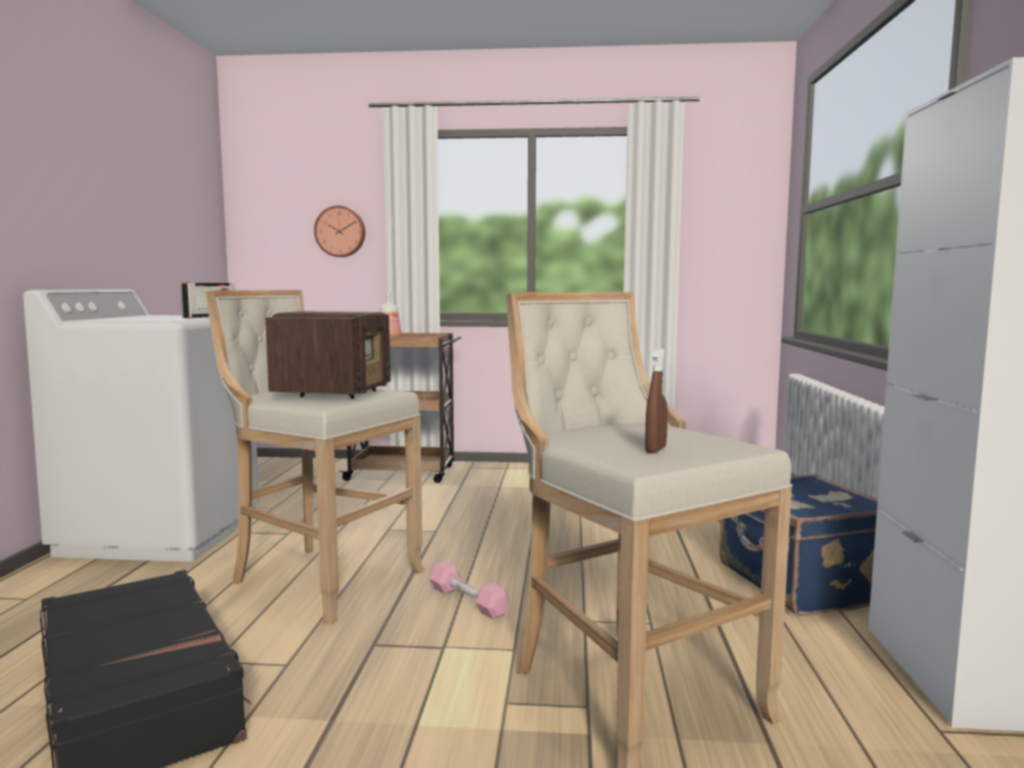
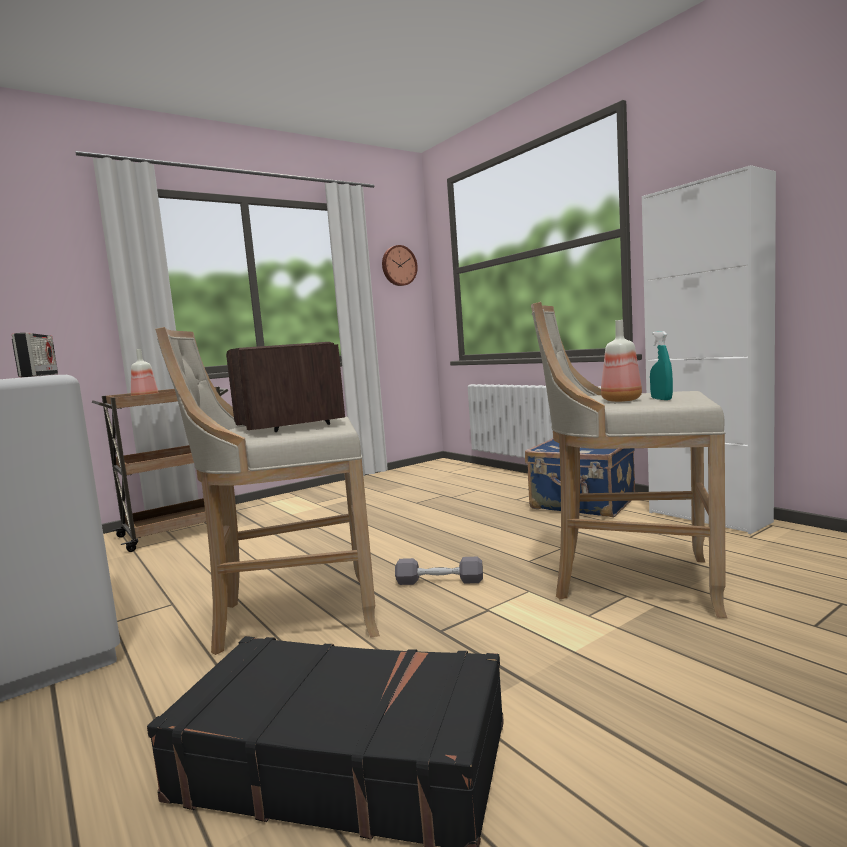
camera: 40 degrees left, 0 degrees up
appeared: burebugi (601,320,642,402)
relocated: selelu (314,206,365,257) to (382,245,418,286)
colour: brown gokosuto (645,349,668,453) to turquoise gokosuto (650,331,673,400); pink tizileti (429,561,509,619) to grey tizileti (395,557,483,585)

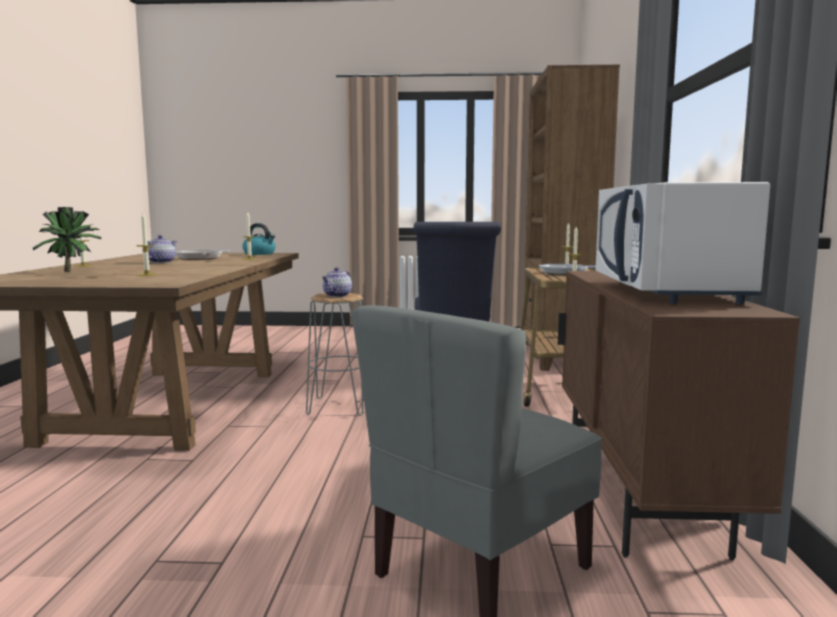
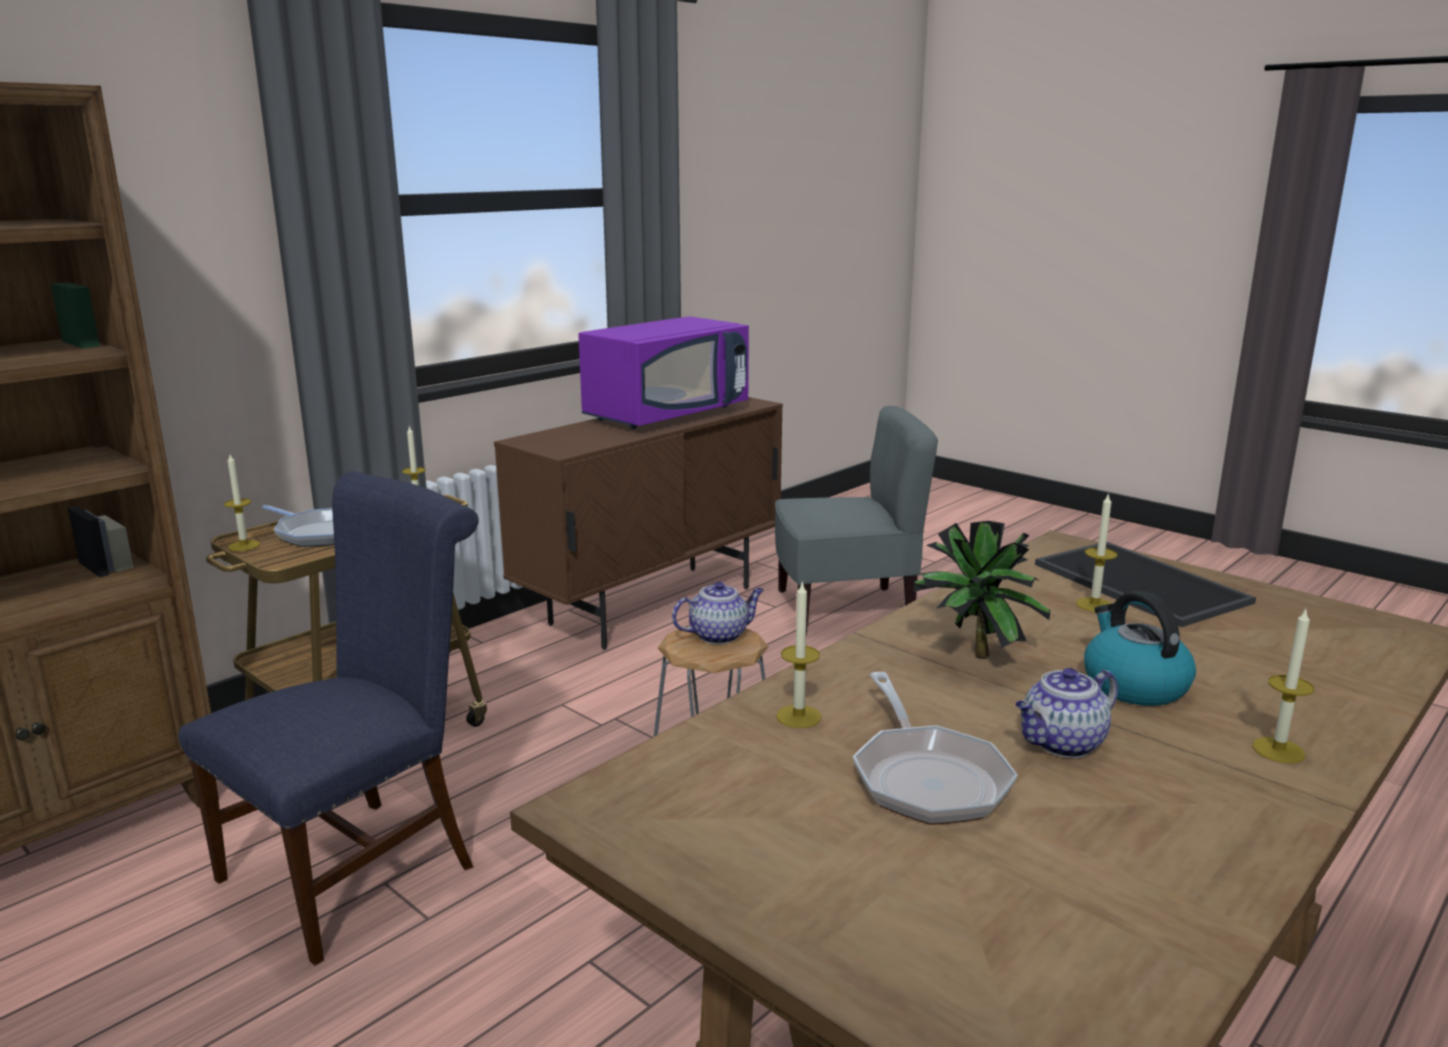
camera: 140 degrees left, 10 degrees up
appeared: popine (1035,542,1256,627)
relocated: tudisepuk (33,207,102,272) to (914,521,1050,659); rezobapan (242,223,276,255) to (1084,590,1196,706)
colour: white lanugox (596,182,770,304) to purple lanugox (578,316,749,429)

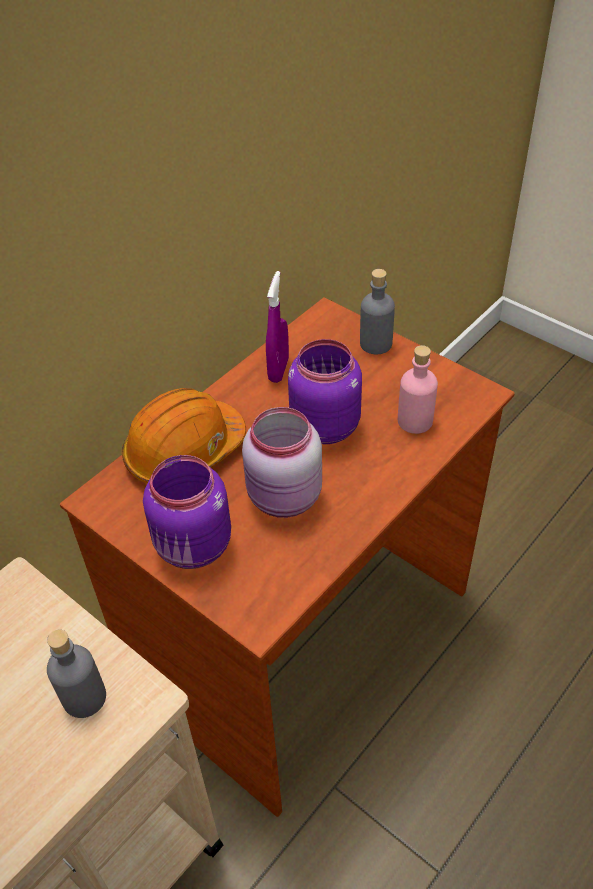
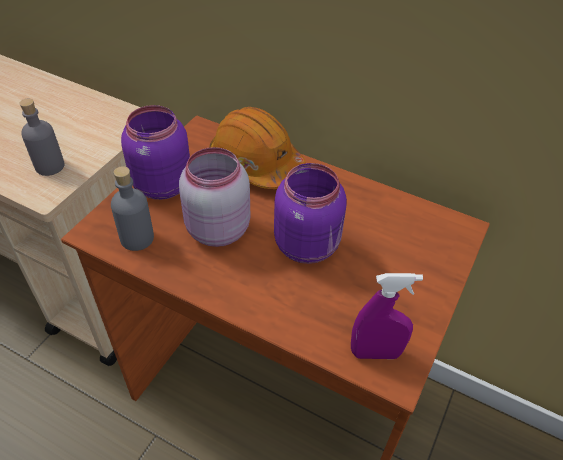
camera: 75 degrees right, 0 degrees up
missing: pink burebugi (398,345,438,434)
relocated: grey burebugi (360,269,395,354) to (111,166,154,251); purple gokosuto (266,271,289,383) to (351,273,423,359)

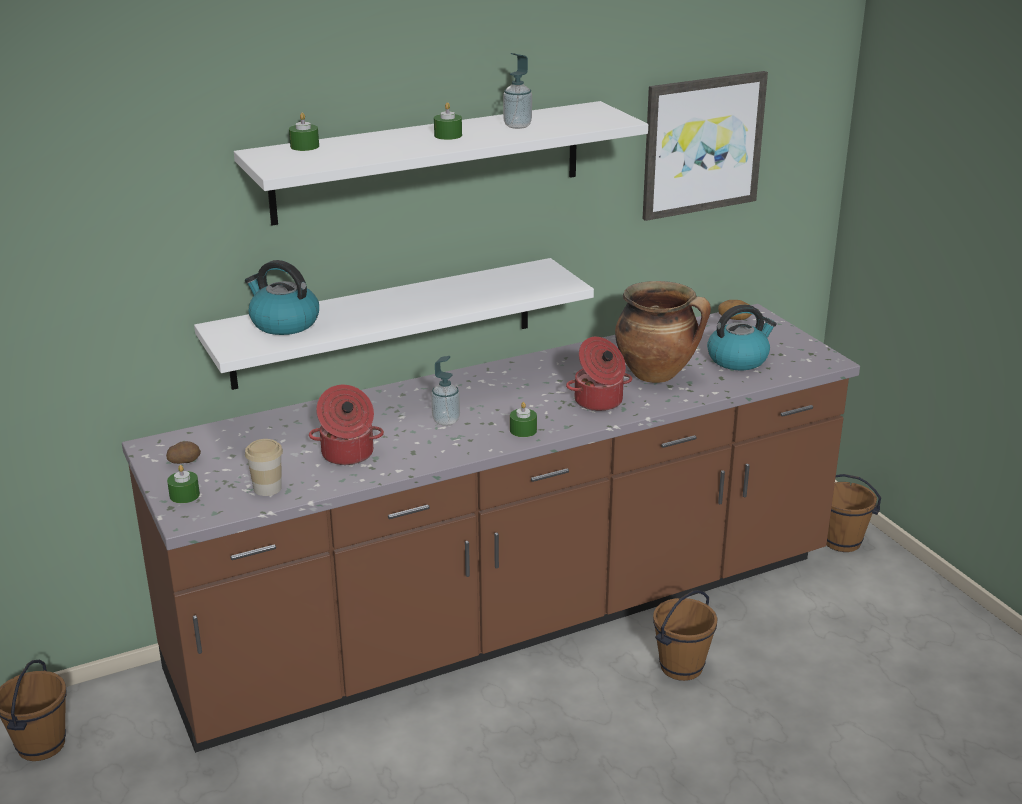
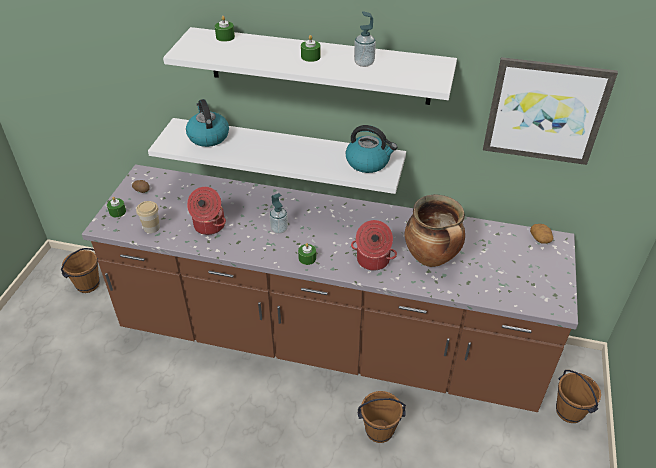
camera: 40 degrees right, 15 degrees up
relocated: rezobapan (707,305,777,370) to (345,125,397,173)

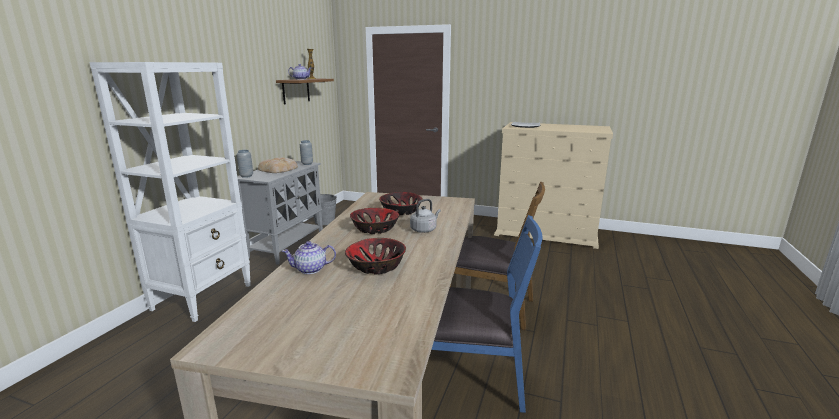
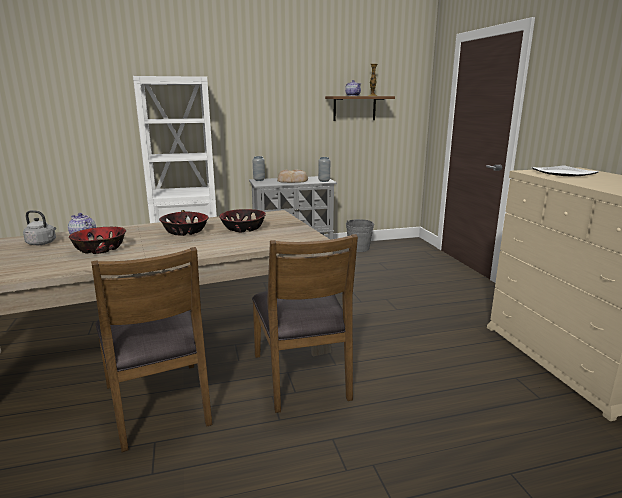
camera: 55 degrees right, 0 degrees up
relocated: grey rezobapan (410,199,441,233) to (23,210,56,245)
colour: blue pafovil (431,215,543,413) to brown pafovil (91,247,212,452)

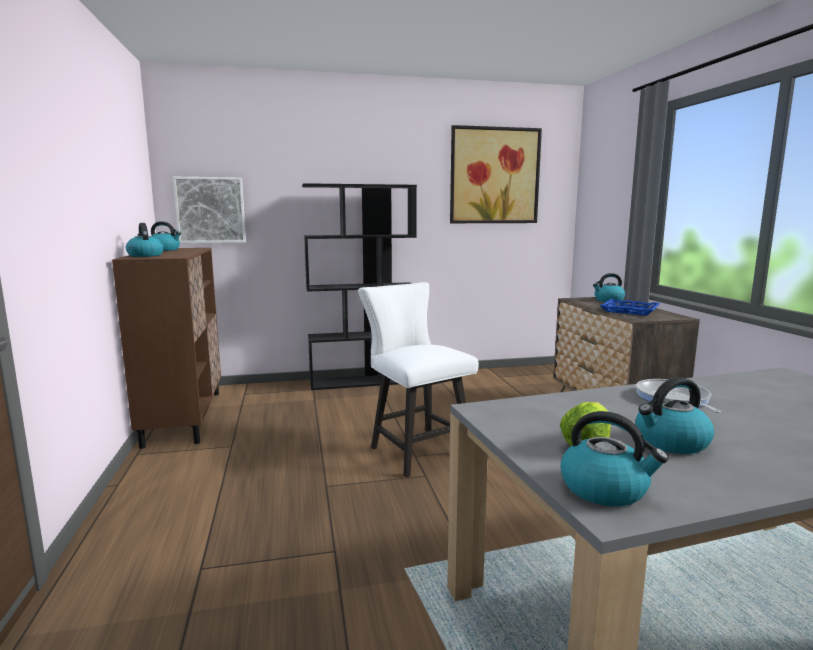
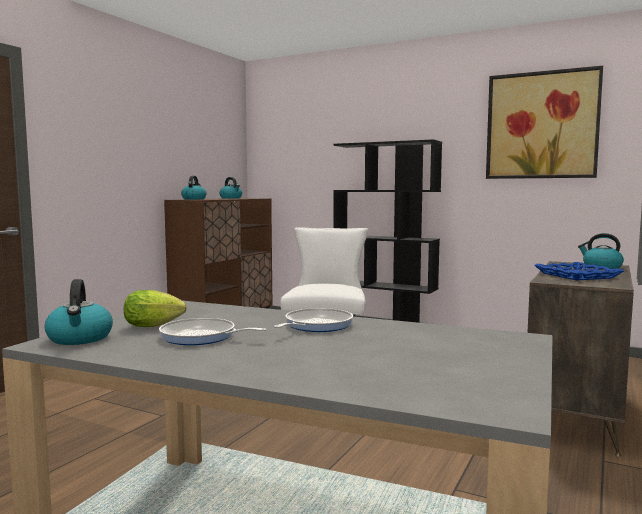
camera: 40 degrees right, 5 degrees down
missing: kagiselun (173,177,246,243)
exchanged: rezobapan (635,377,714,454) to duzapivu (159,318,267,345)

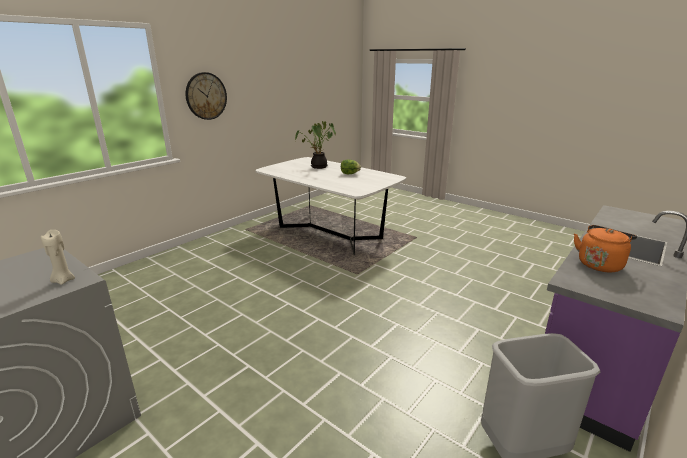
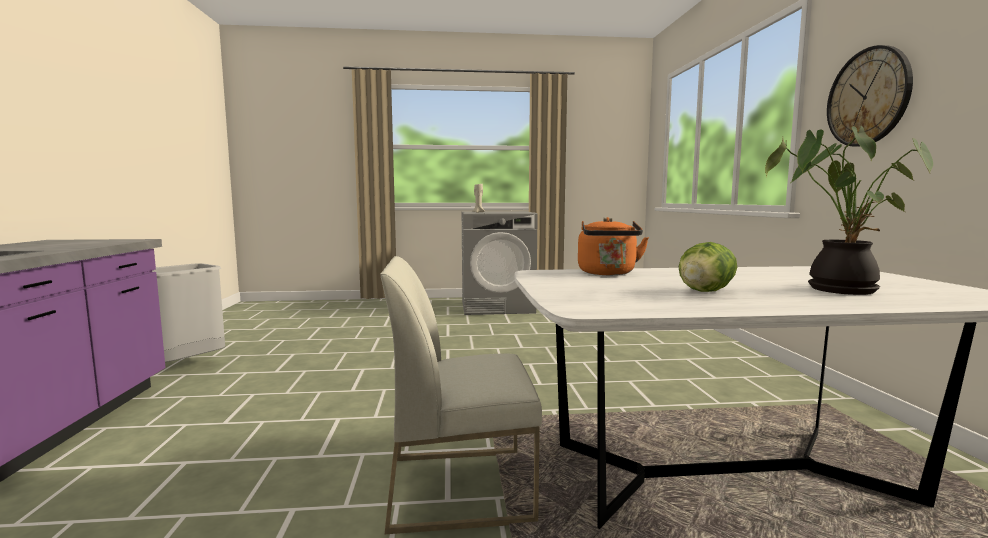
camera: 135 degrees right, 15 degrees down
appeared: white pafovil (380,256,542,534)
relocated: orange rezobapan (574,225,637,273) to (578,217,649,275)

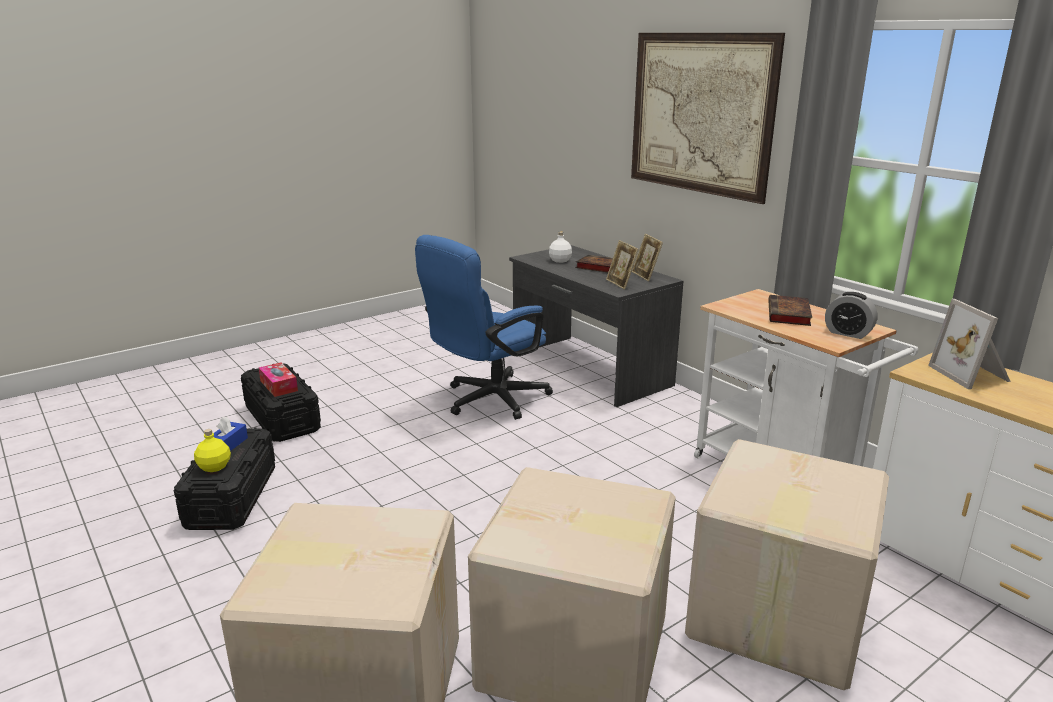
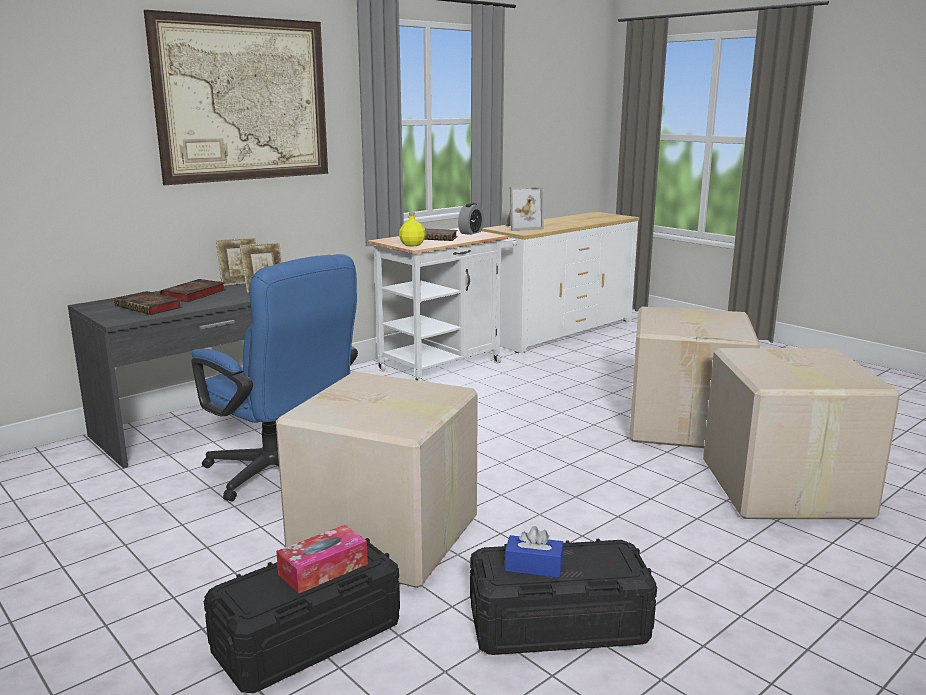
camera: 95 degrees left, 5 degrees down
relocated: yellow burebugi (194,429,231,472) to (399,212,426,246); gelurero (685,439,889,690) to (276,372,478,588)
exchanged: white burebugi (549,232,572,263) to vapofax (114,291,183,315)

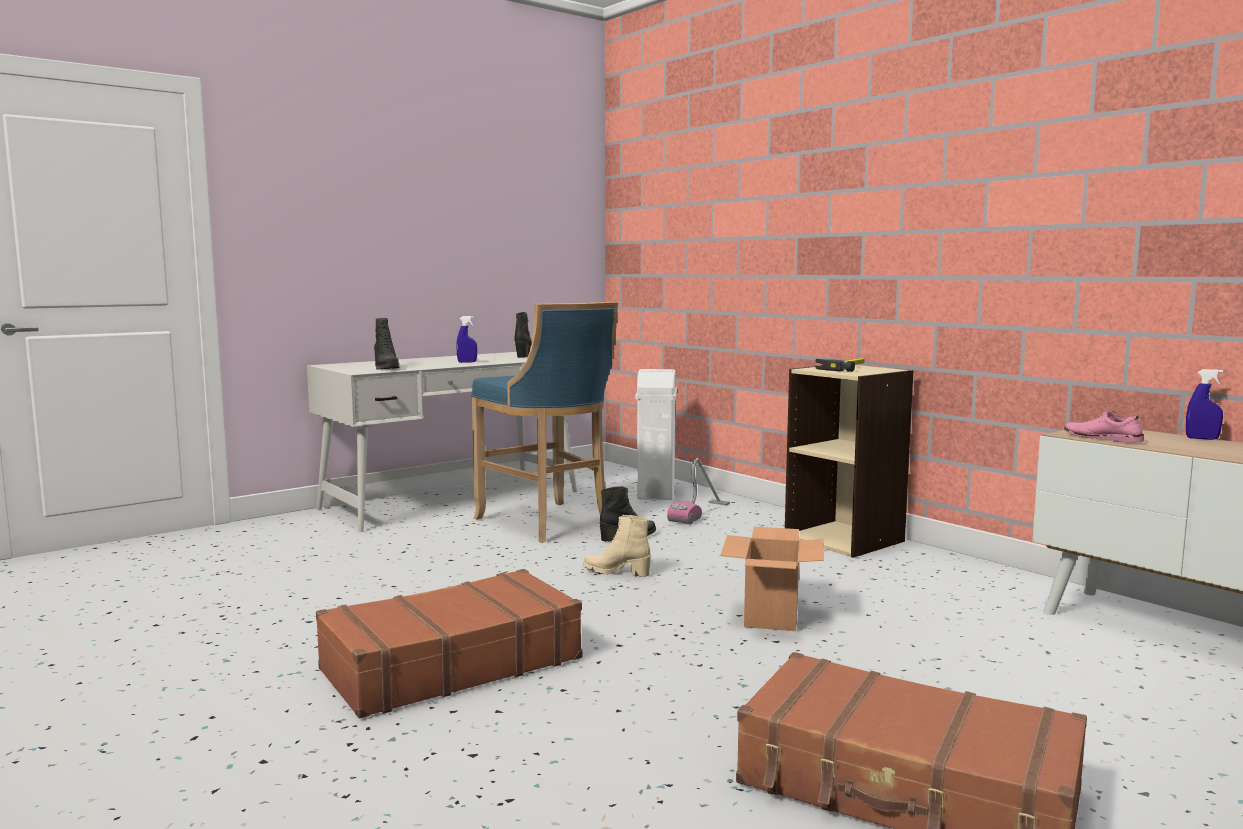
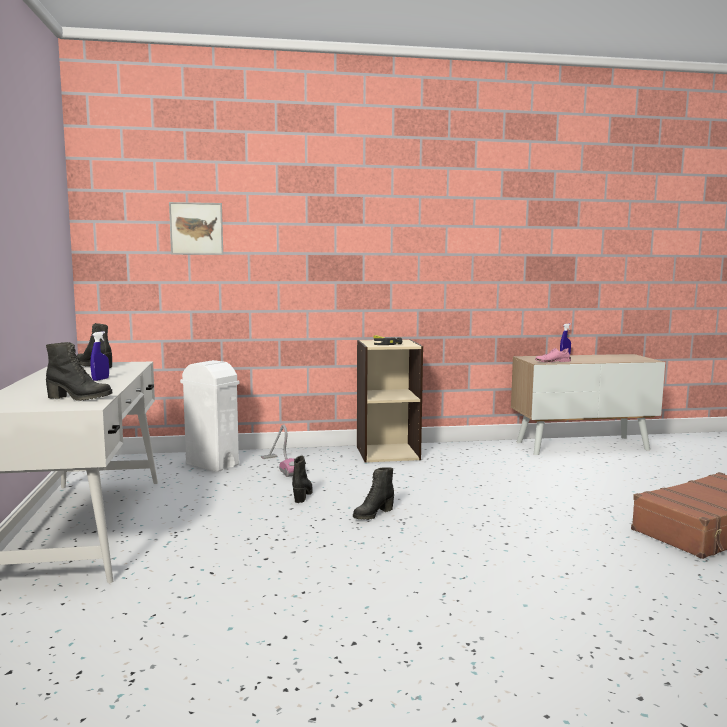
camera: 60 degrees left, 0 degrees up
missing: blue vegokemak (472,302,618,543); gelurero (720,527,824,631); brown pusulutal (316,569,583,718)
appeared: kagiselun (169,202,223,255)
colour: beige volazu (583,515,651,577) to black volazu (353,467,394,520)

